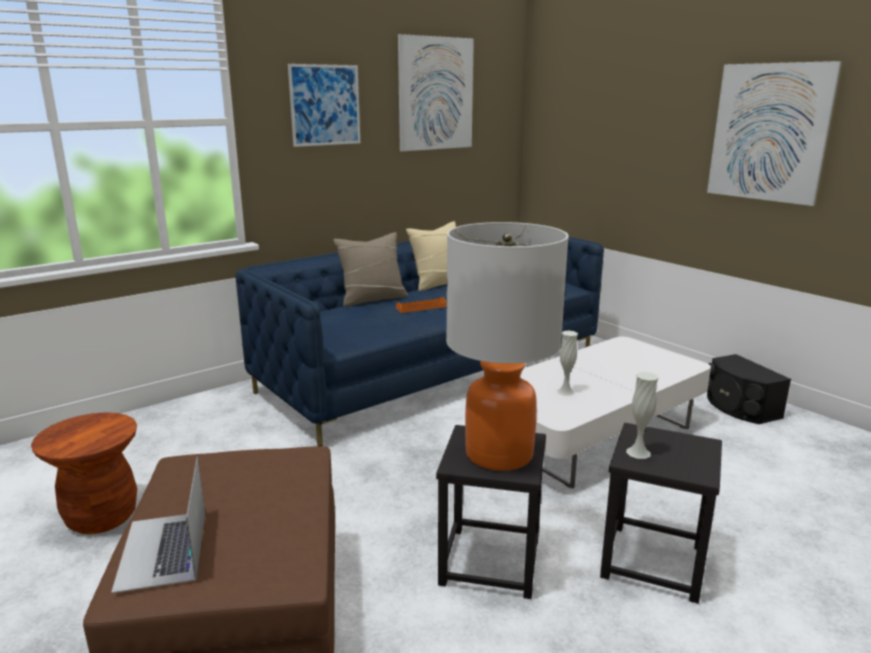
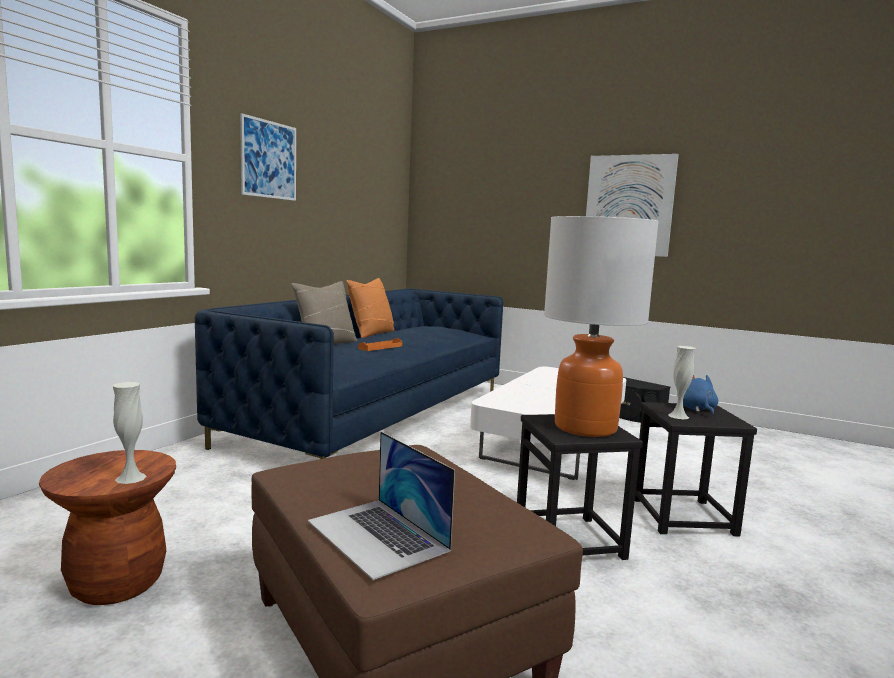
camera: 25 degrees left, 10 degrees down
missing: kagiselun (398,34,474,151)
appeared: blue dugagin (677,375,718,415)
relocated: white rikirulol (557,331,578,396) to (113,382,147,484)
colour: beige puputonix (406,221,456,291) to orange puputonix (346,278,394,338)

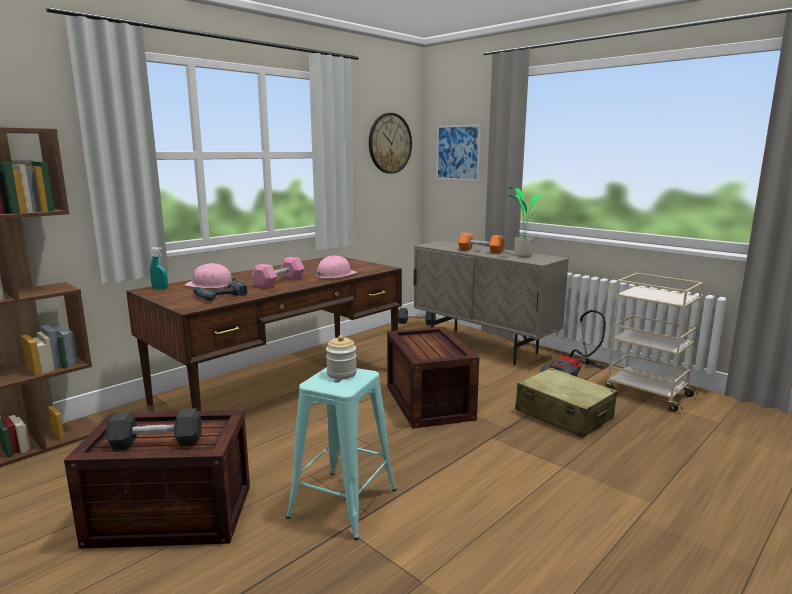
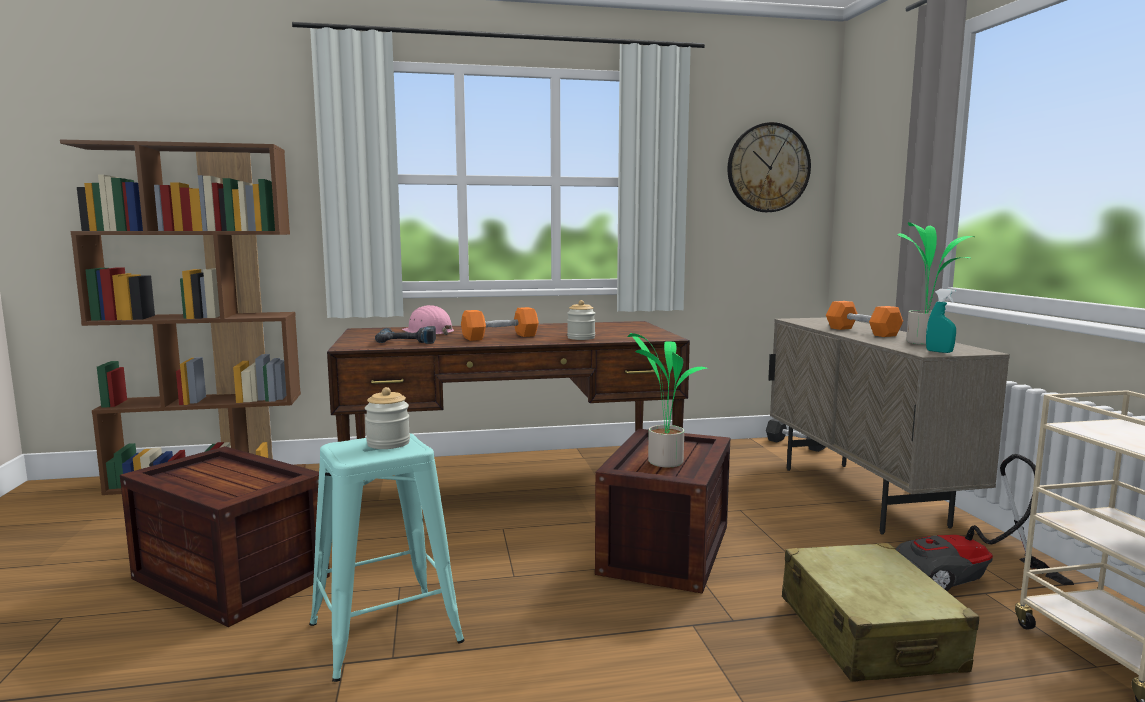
camera: 35 degrees right, 5 degrees down
missing: kagiselun (436,124,481,181); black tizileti (106,408,202,450)
appeared: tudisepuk (628,333,709,468)
relocated: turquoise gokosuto (150,247,168,289) to (926,289,956,353)
exchanged: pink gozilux (316,255,357,278) to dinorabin (567,300,595,340)
colour: pink tizileti (252,257,305,288) to orange tizileti (461,307,539,341)

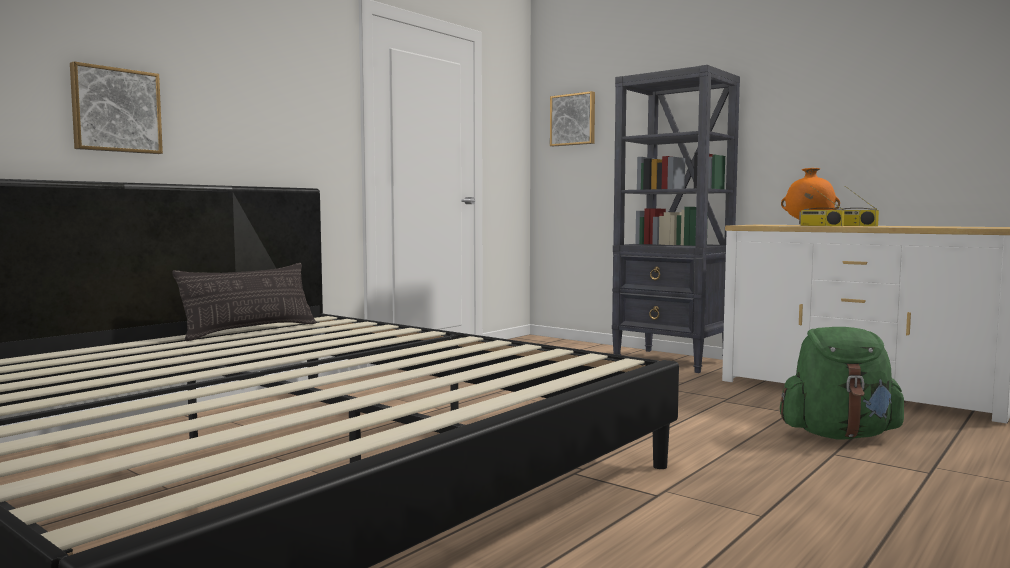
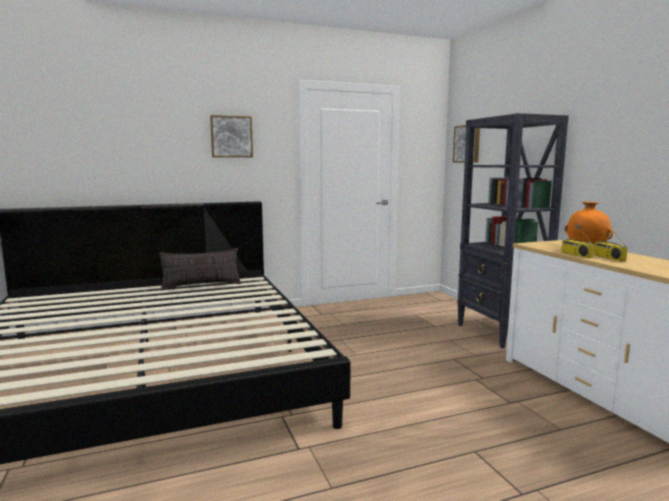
camera: 30 degrees right, 5 degrees up
missing: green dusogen (780,327,905,439)
relocated: kagiselun (70,62,163,154) to (210,115,253,157)

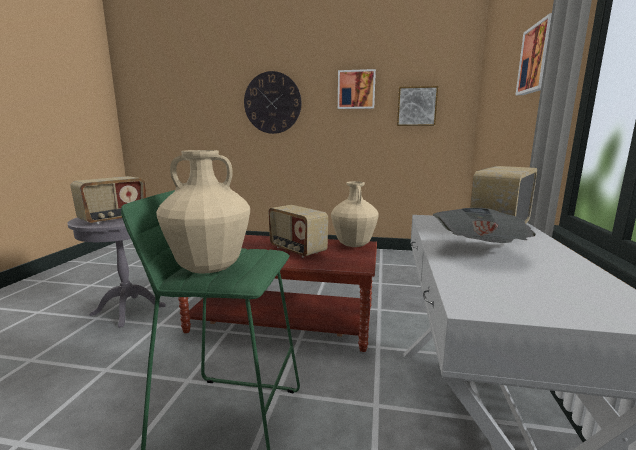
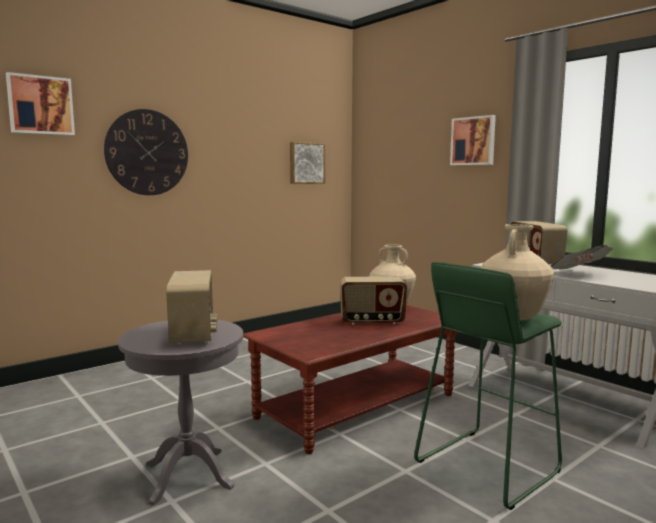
camera: 50 degrees left, 5 degrees down
relocated: kagiselun (338,69,376,109) to (6,72,75,135)

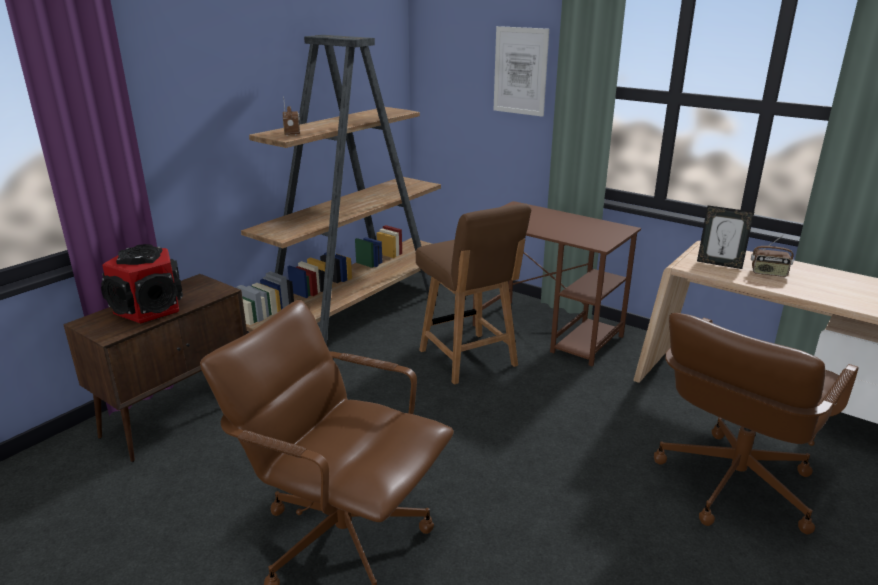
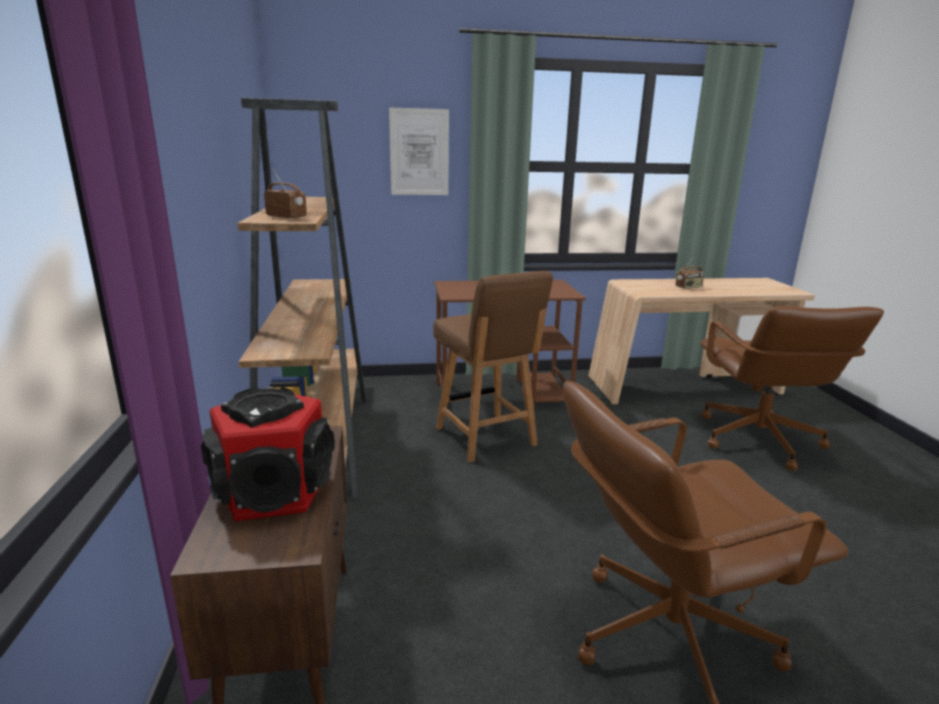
camera: 45 degrees left, 5 degrees down
missing: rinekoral (697,205,754,269)
spun: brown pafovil (416,203,531,384) = (433,271,553,462) 45 degrees clockwise

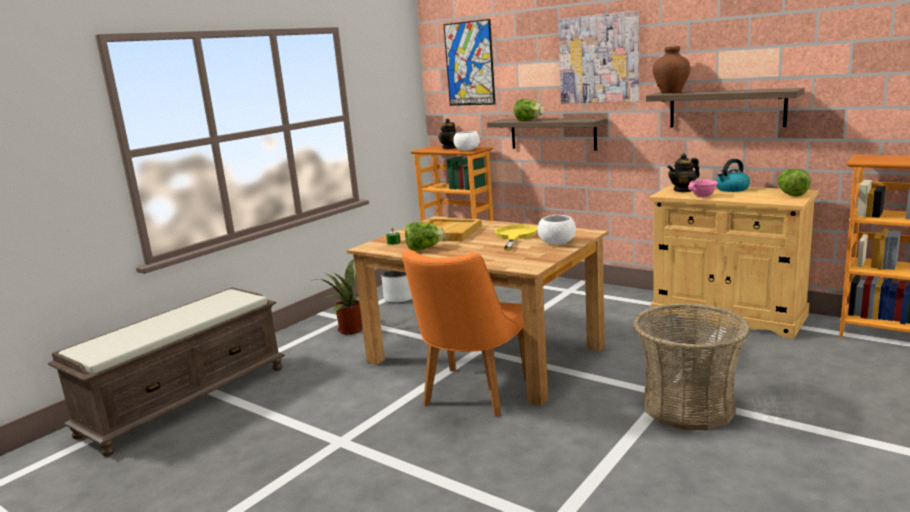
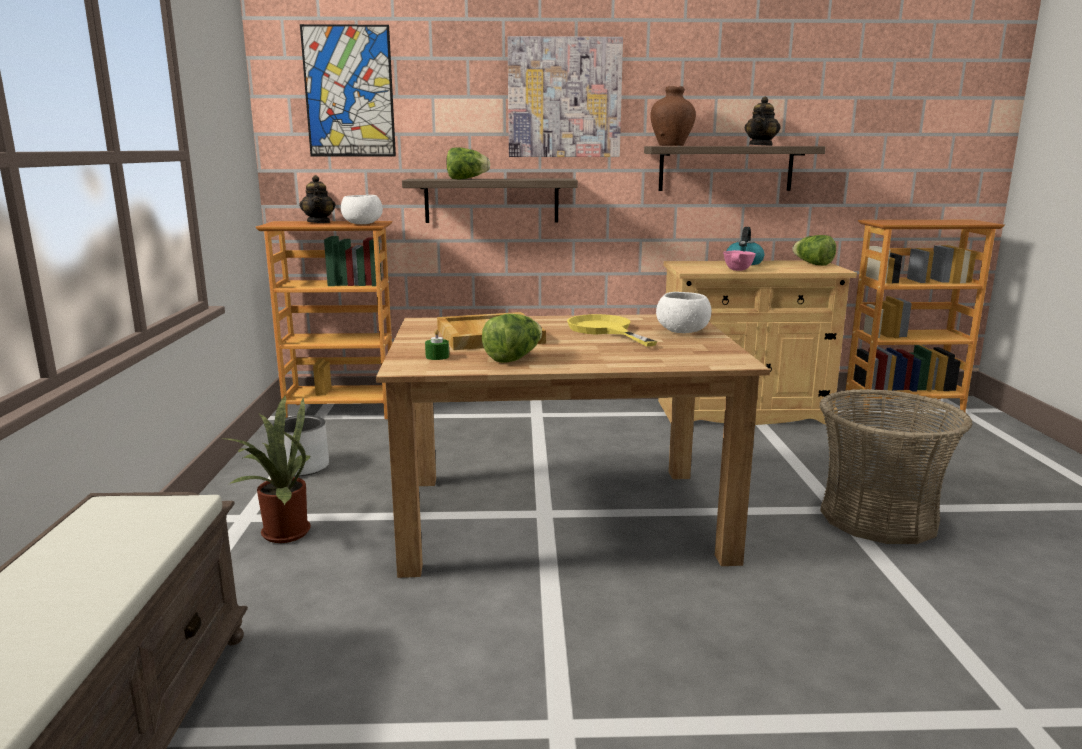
camera: 40 degrees left, 0 degrees up
missing: orange pafovil (402,249,526,417)
relocated: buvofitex (667,153,700,192) to (745,96,781,146)

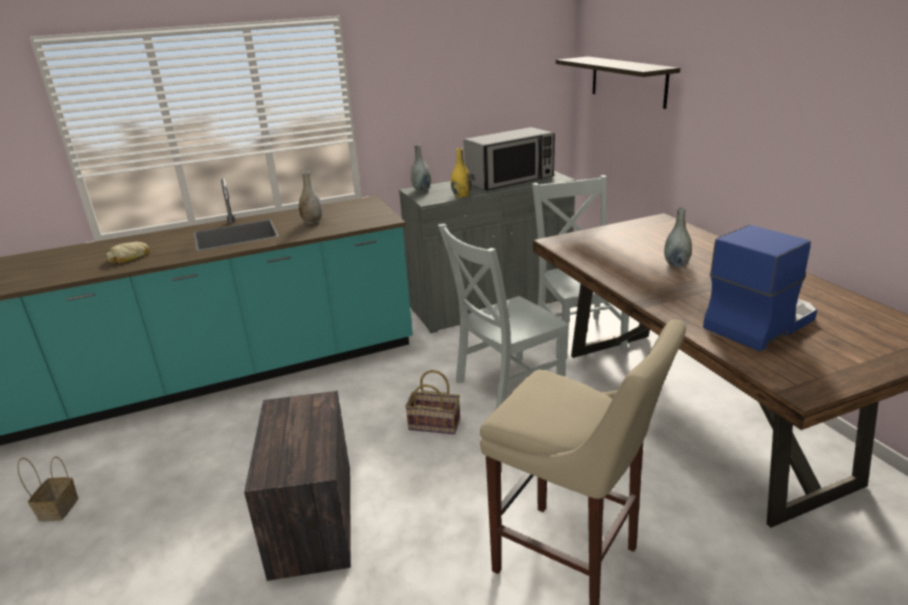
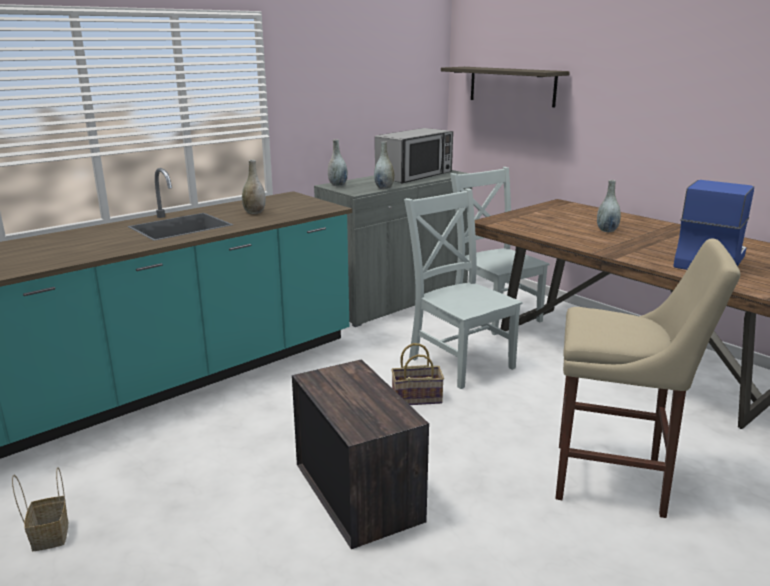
camera: 20 degrees left, 5 degrees down
missing: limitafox (106,242,150,263)
colour: yellow rikirulol (451,148,472,198) to grey rikirulol (374,141,394,189)
spun: grey pafovil (438,224,568,409) = (404,188,523,389) 105 degrees clockwise

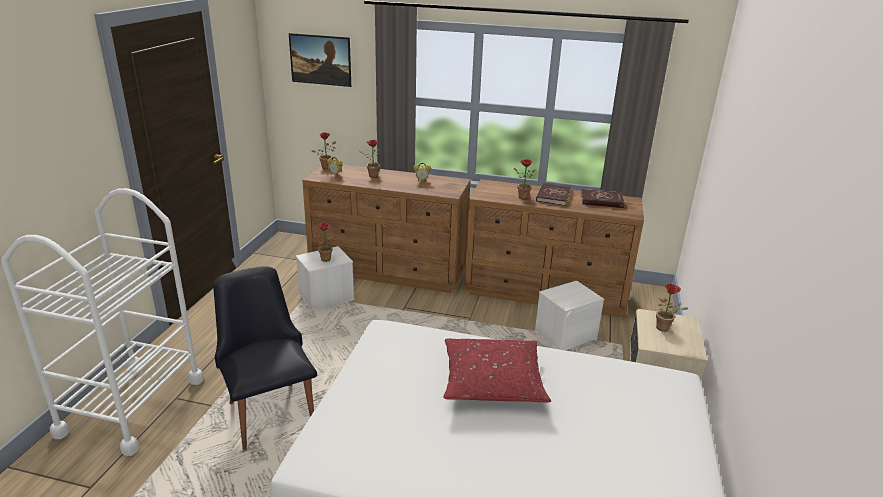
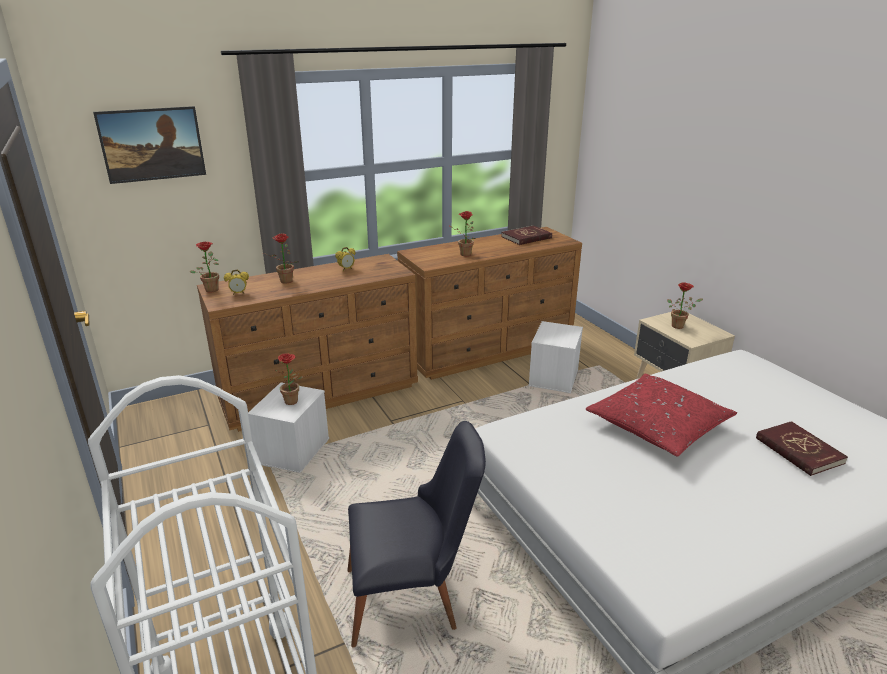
camera: 40 degrees left, 0 degrees up
relocated: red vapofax (536,183,571,206) to (756,421,848,476)
spun: black pafovil (213,266,317,451) = (347,421,486,648) 150 degrees clockwise

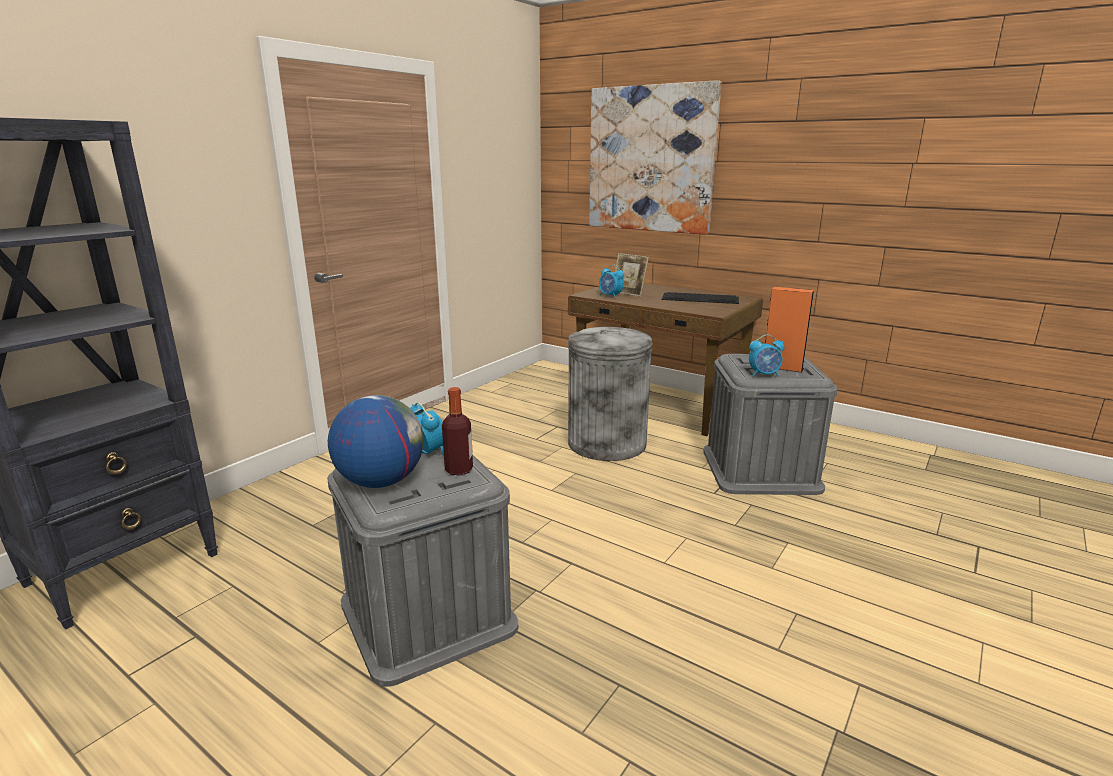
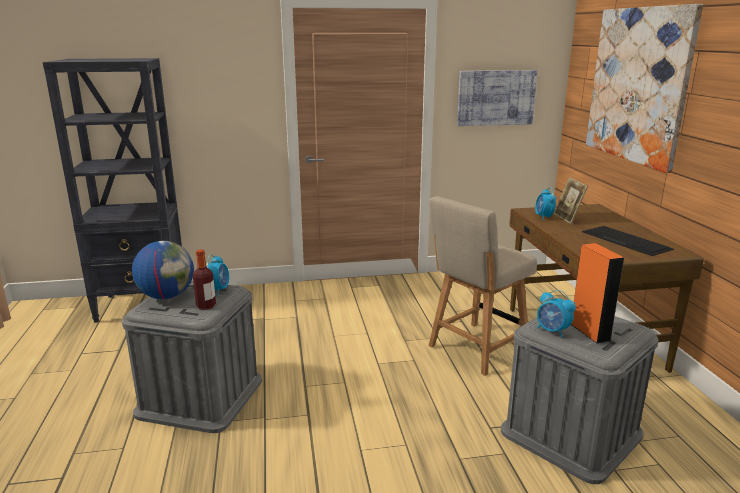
camera: 45 degrees right, 0 degrees up
appeared: kagiselun (457,70,538,126)
exchanged: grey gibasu (568,327,653,461) to beige pafovil (428,196,537,376)

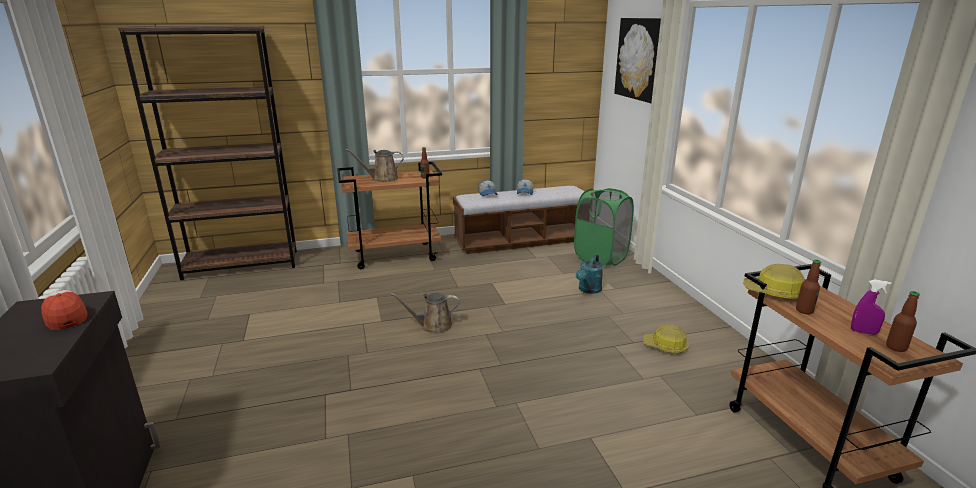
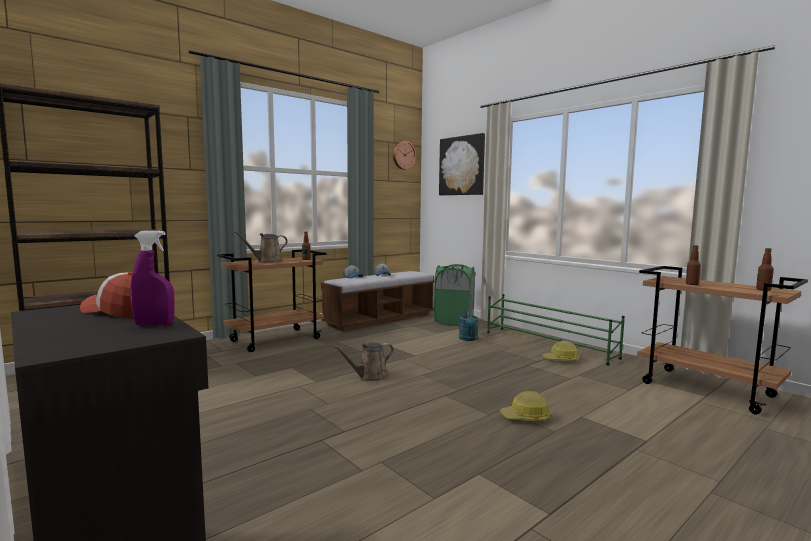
camera: 25 degrees left, 15 degrees down
appeared: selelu (393,141,416,170); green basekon (487,294,625,365)
relocated: gozilux (743,264,804,299) to (500,391,551,421); purple gokosuto (851,280,892,335) to (130,231,174,326)

